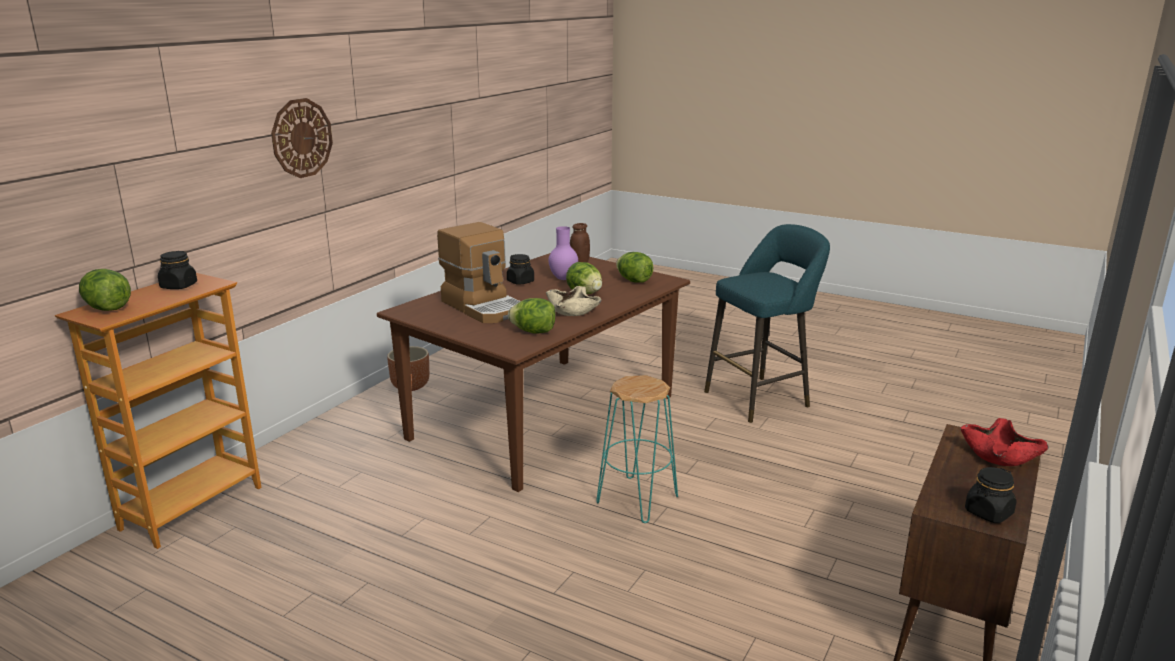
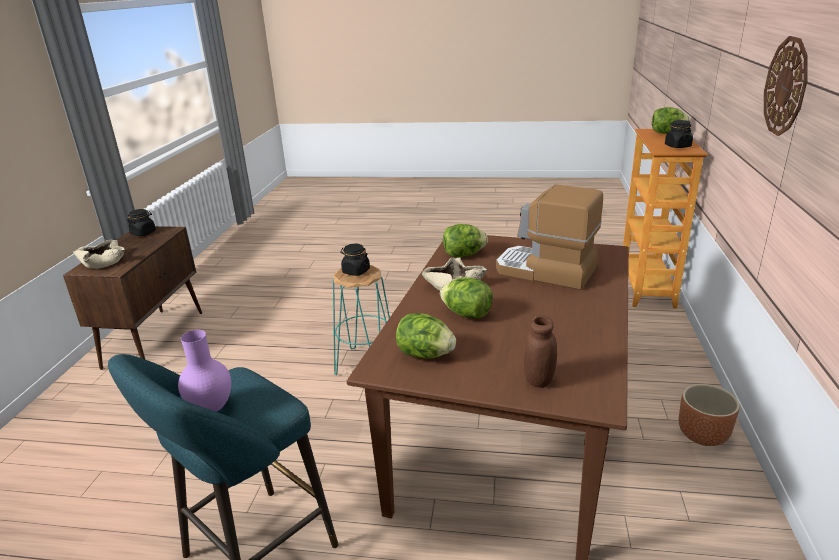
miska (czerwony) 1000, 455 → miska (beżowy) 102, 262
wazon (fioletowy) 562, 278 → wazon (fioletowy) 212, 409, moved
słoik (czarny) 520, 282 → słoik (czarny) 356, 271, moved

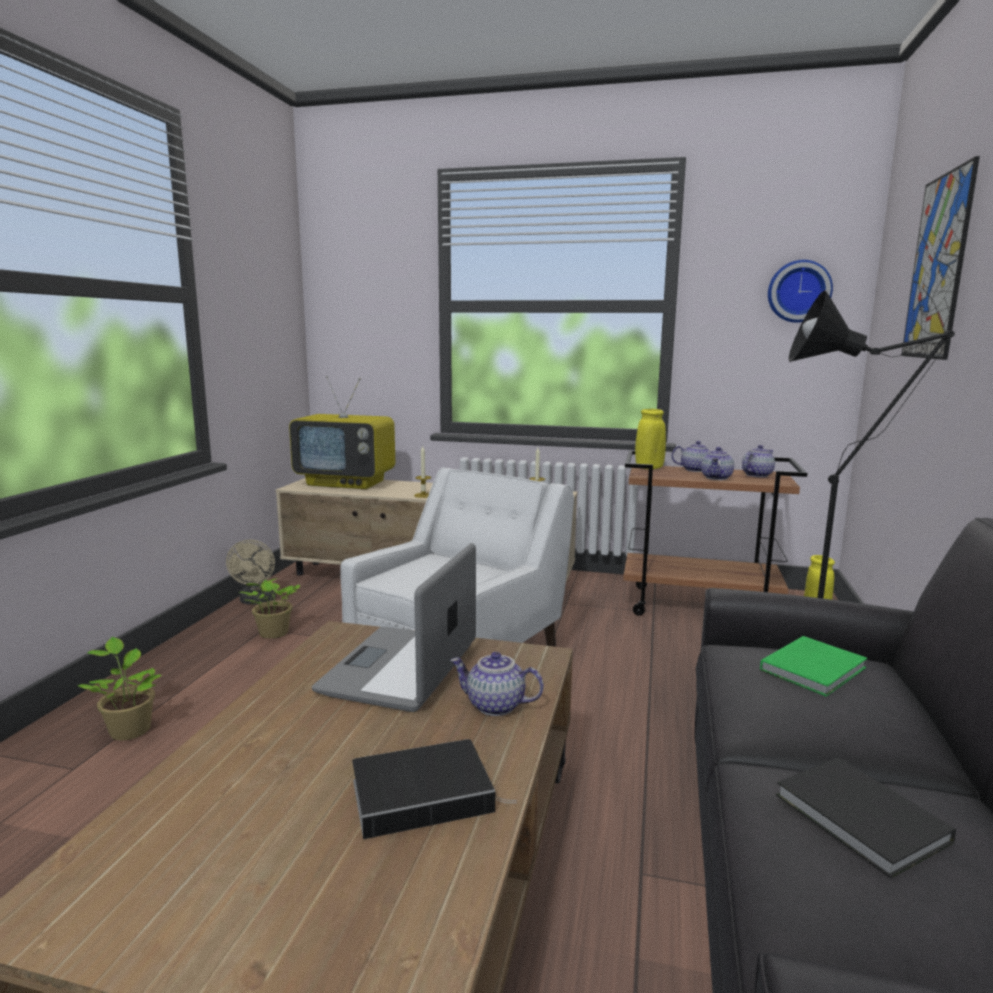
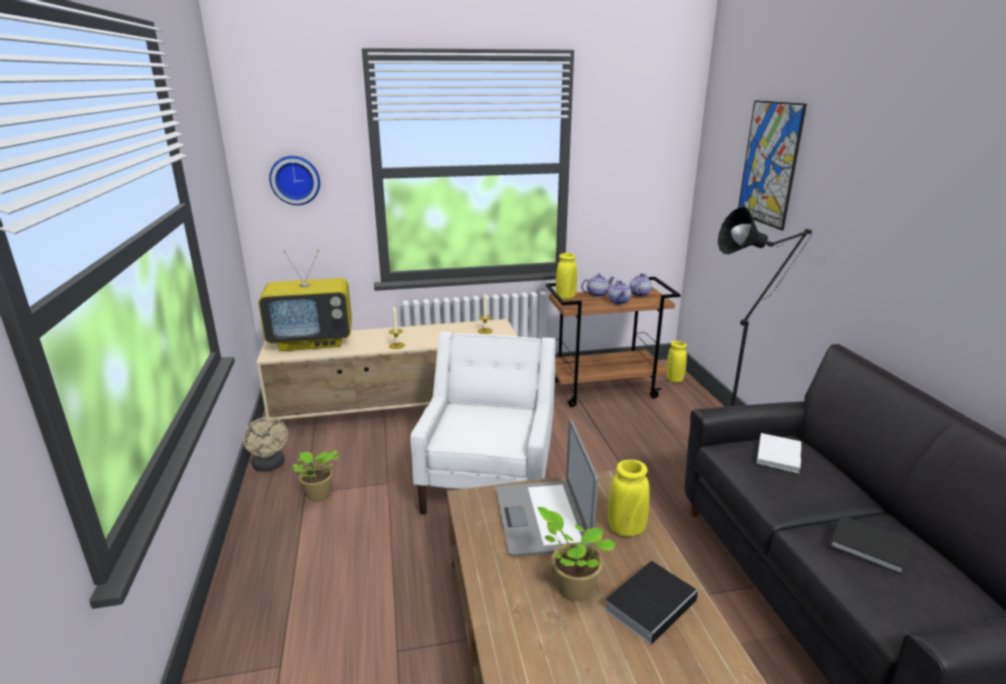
zegar ścienny 798, 291 → zegar ścienny 295, 180, moved
roślina doniczkowa 129, 729 → roślina doniczkowa 572, 587, moved
imbryk 494, 706 → wazon (żółty) 626, 529
książka (zielony) 815, 669 → książka (biały) 779, 454

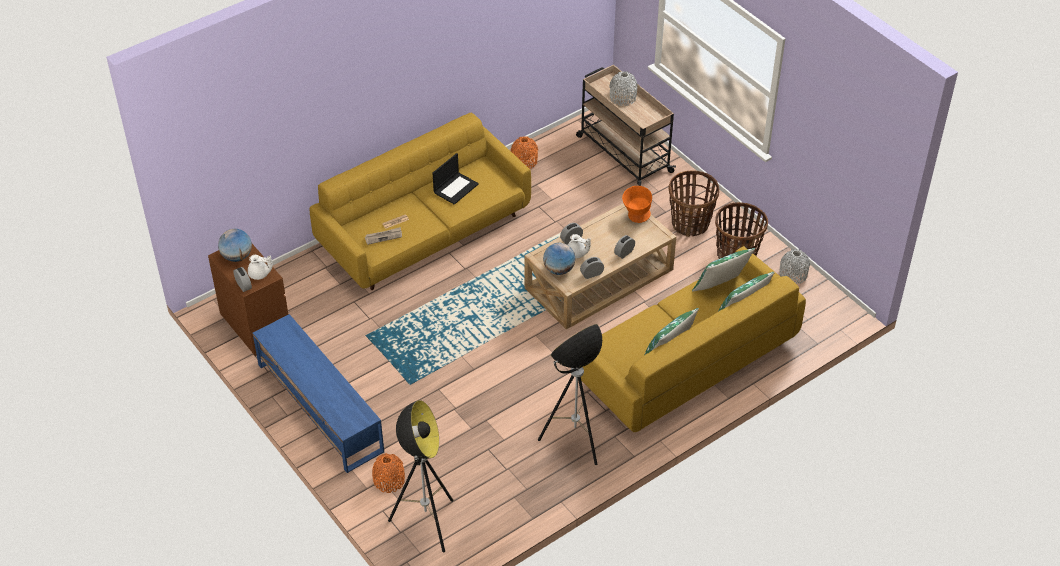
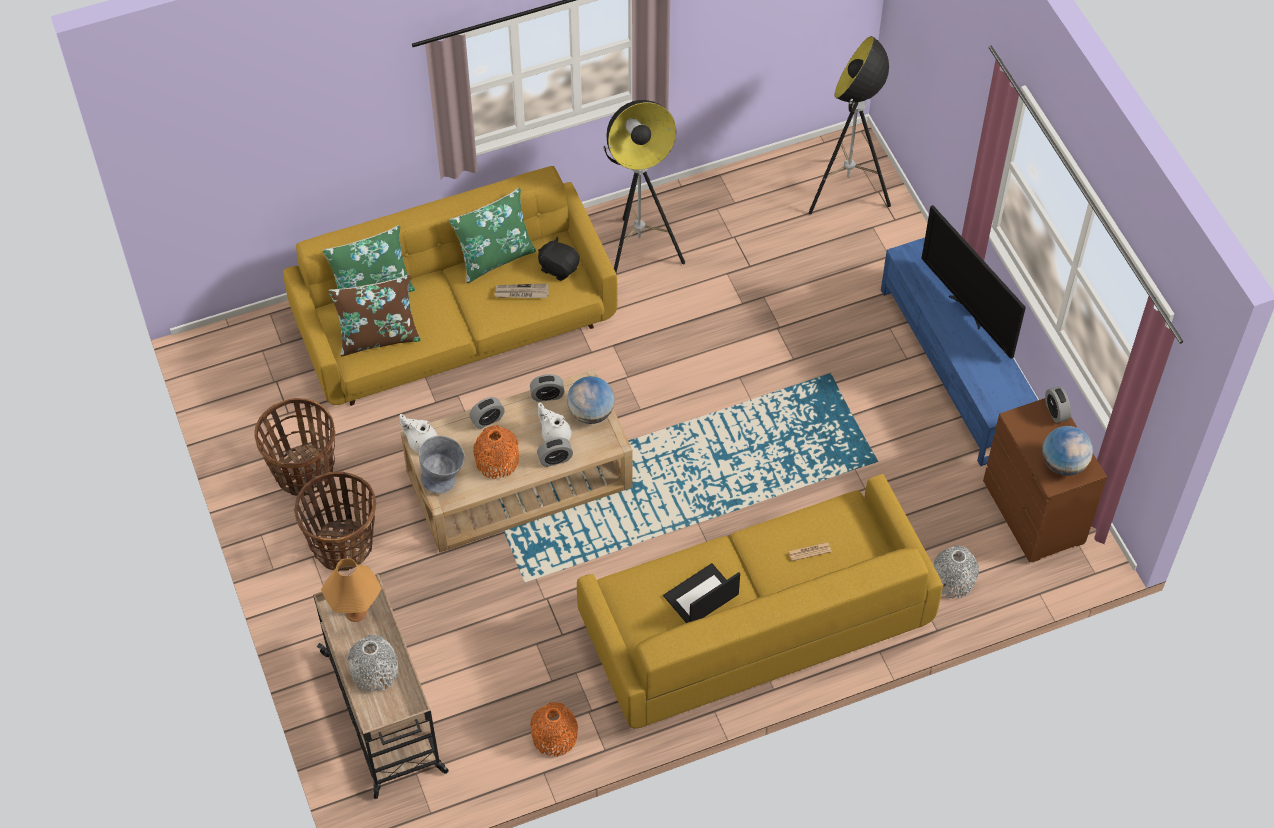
- → lampa stołowa (pomarańczowy) 356, 612
poduszka (zielony) 721, 287 → poduszka (brązowy) 378, 337
imbryk (biały) 260, 274 → imbryk (biały) 421, 442, moved
miska (pomarańczowy) 636, 217 → miska (szary) 444, 478
wazon (pomarańczowy) 389, 480 → wazon (pomarańczowy) 497, 461, moved
gazeta 383, 236 → gazeta 521, 293, moved
- → pluszak (czarny) 559, 267
- → telewizor 968, 310
wazon (szary) 793, 275 → wazon (szary) 953, 580, moved

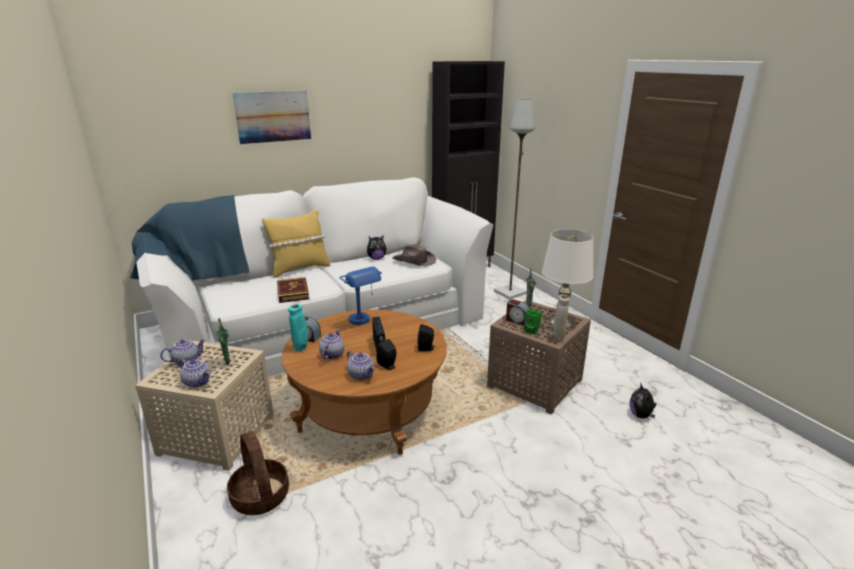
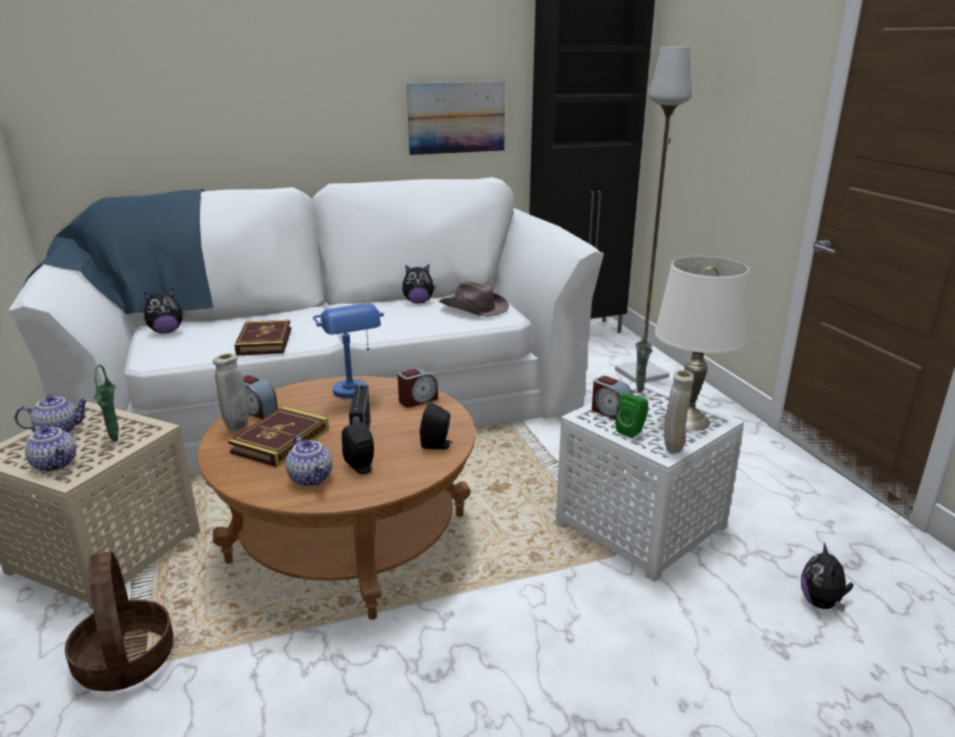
- → pluszak 166, 331
wazon (turkusowy) 301, 349 → wazon (beżowy) 237, 428
imbryk 331, 354 → książka 280, 441
- → budzik 417, 400
obraz 273, 116 → obraz 456, 118, moved
stolik (brązowy) 536, 383 → stolik (biały) 643, 524
poduszka (żółty) 299, 268 → -

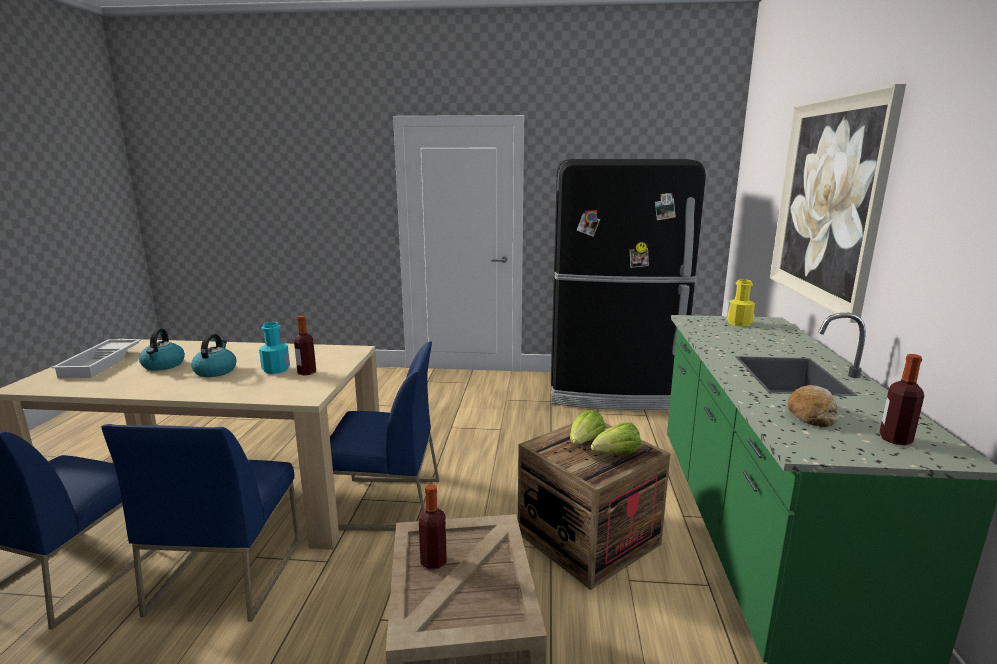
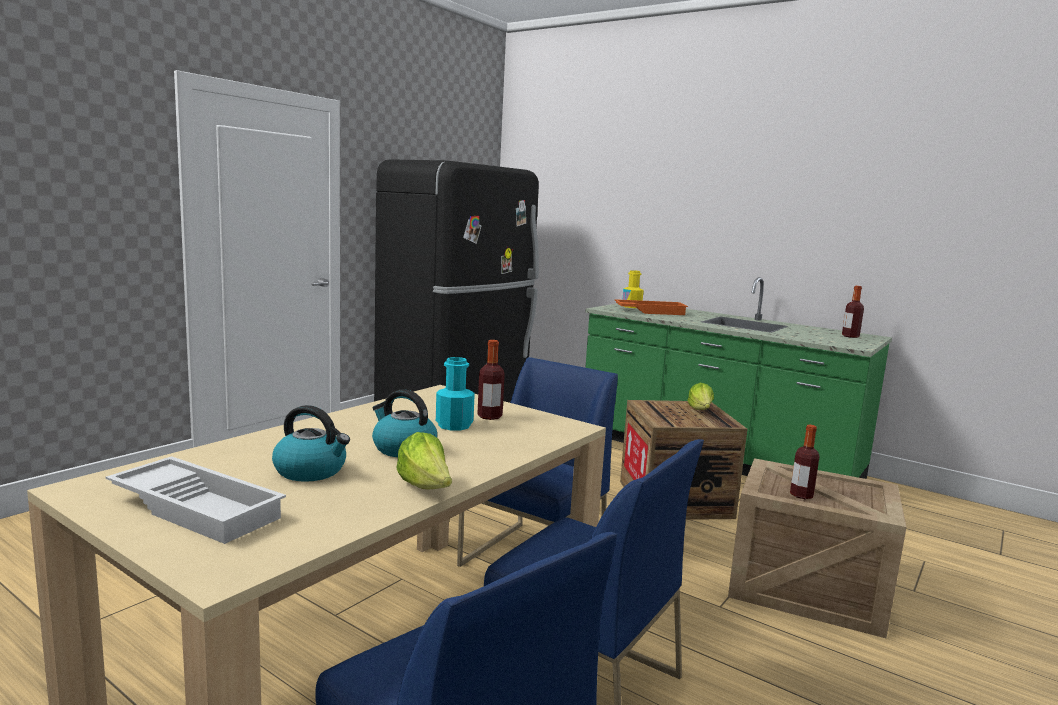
sałata 585, 443 → sałata 426, 488, moved
- → taca (pomarańczowy) 650, 311
obraz 828, 201 → -
chleb 811, 414 → -

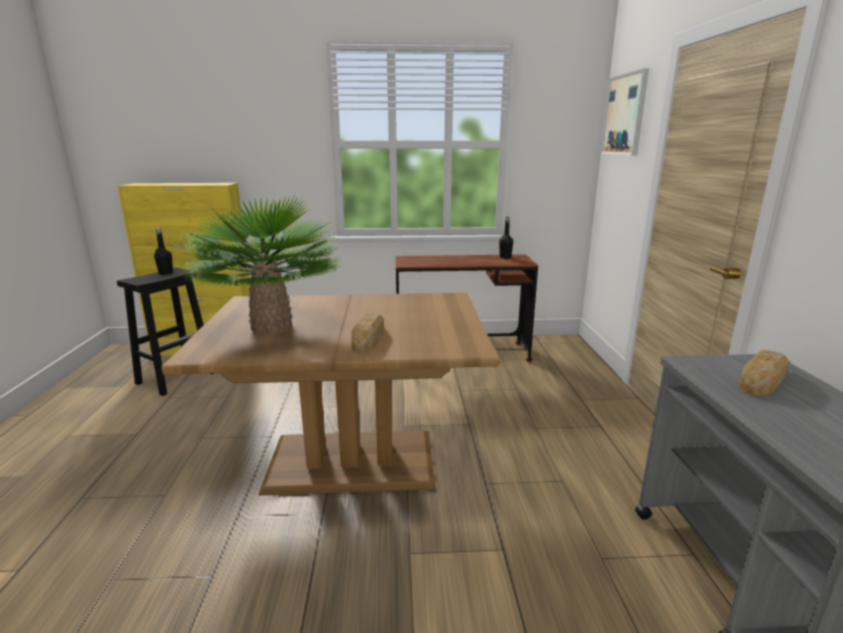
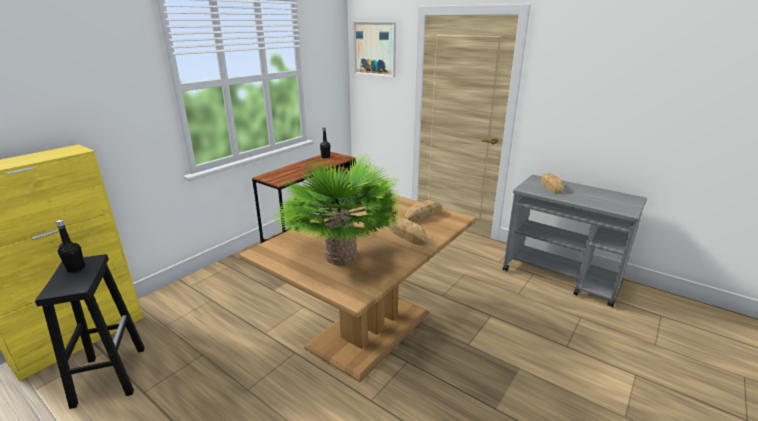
- → chleb 423, 215

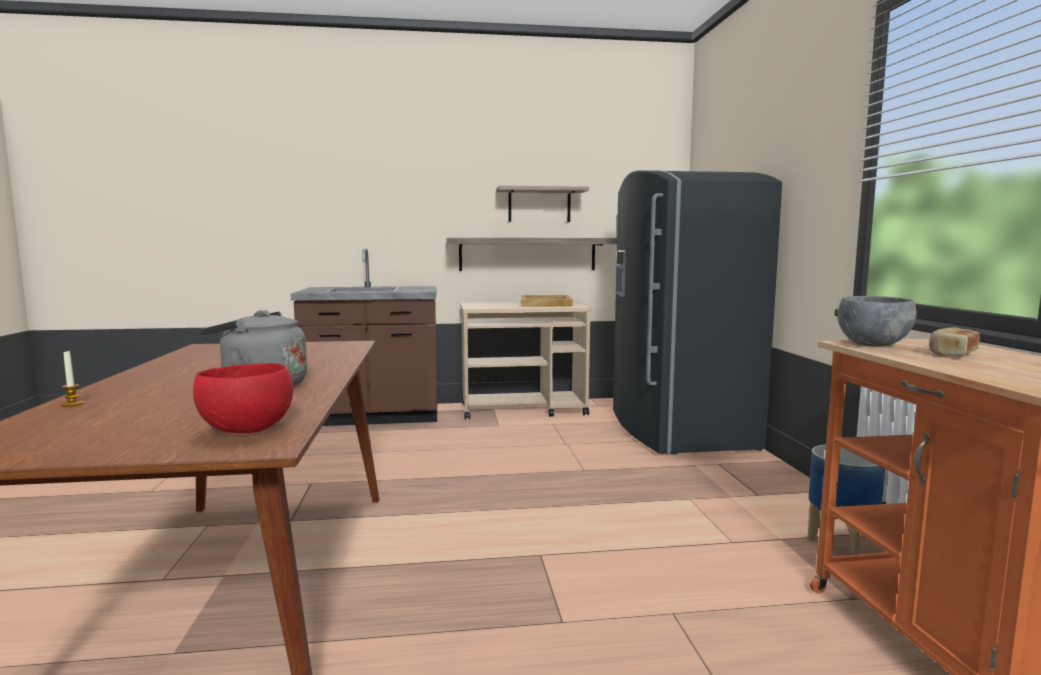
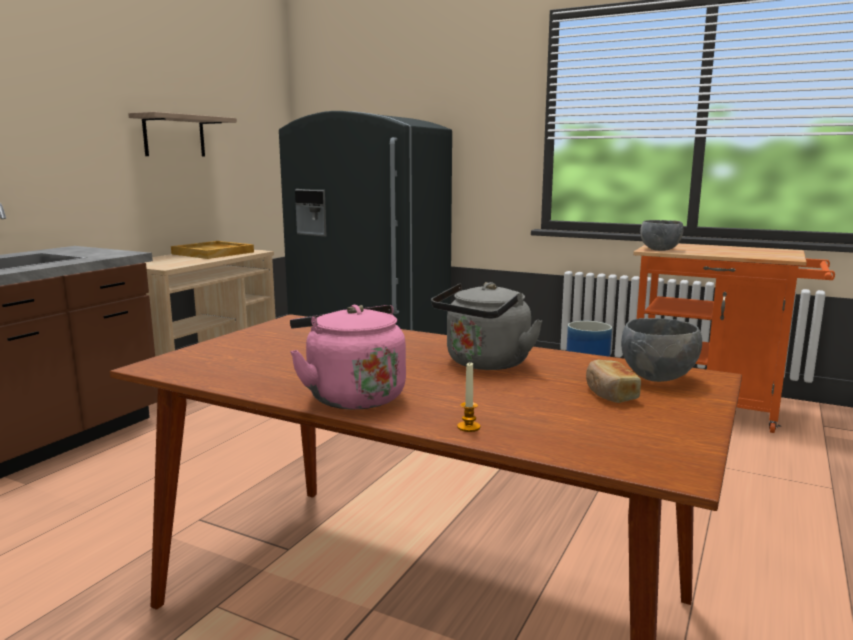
- → czajnik (różowy) 352, 396
chleb 951, 354 → chleb 610, 394, moved
miska (czerwony) 248, 431 → miska (szary) 658, 377
półka 527, 254 → -

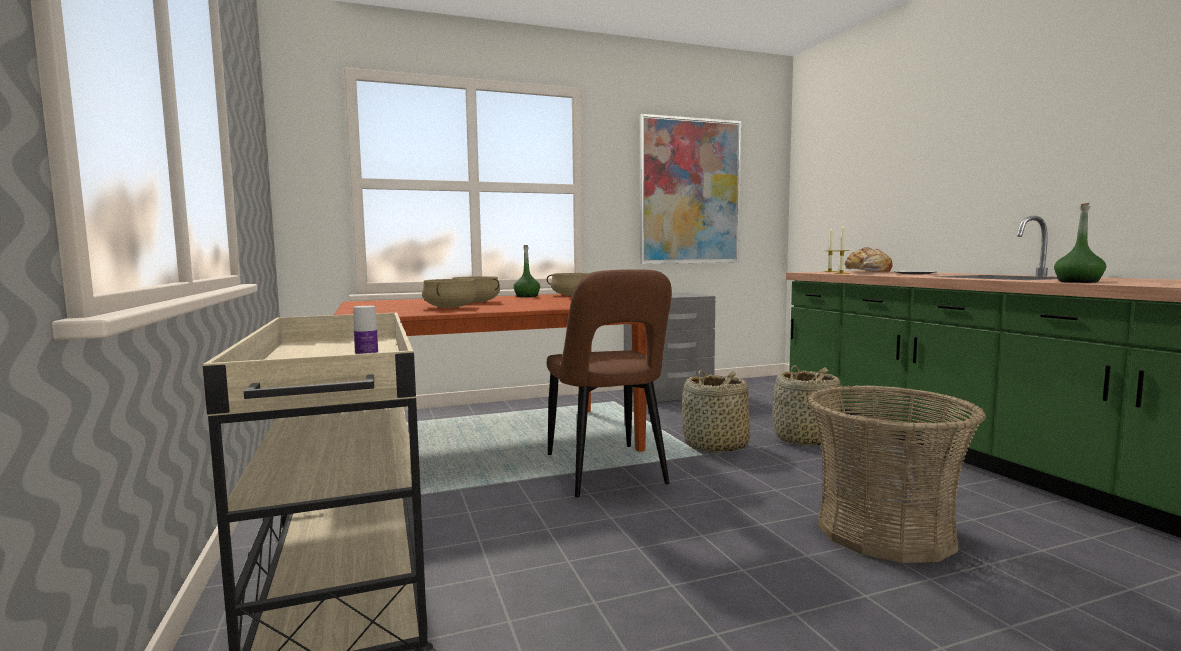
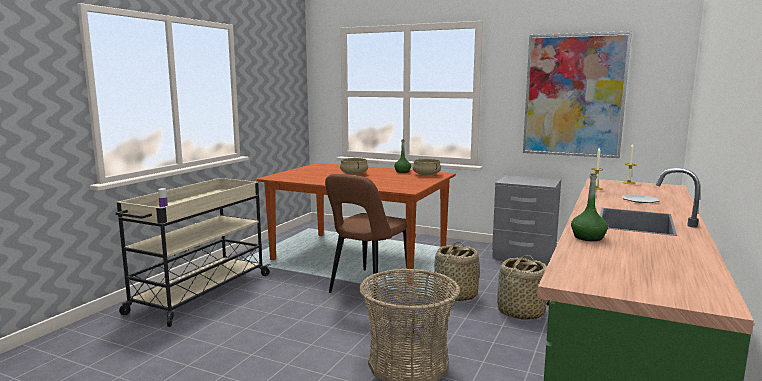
garnek (beżowy) 450, 307 → -
chleb 867, 271 → -

